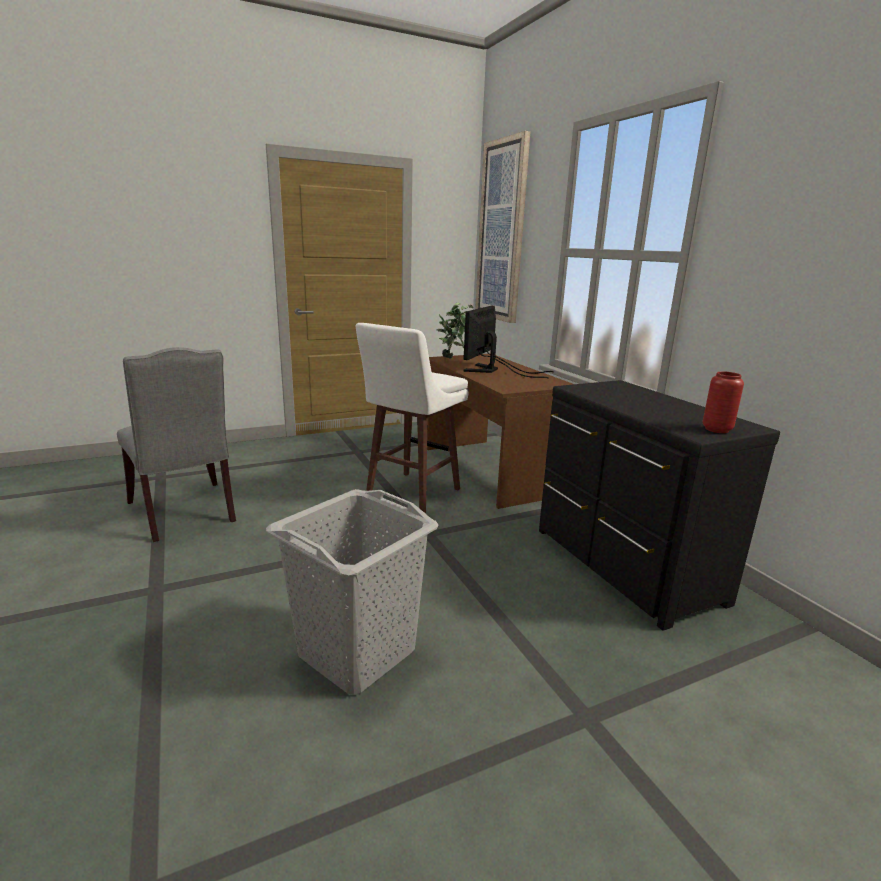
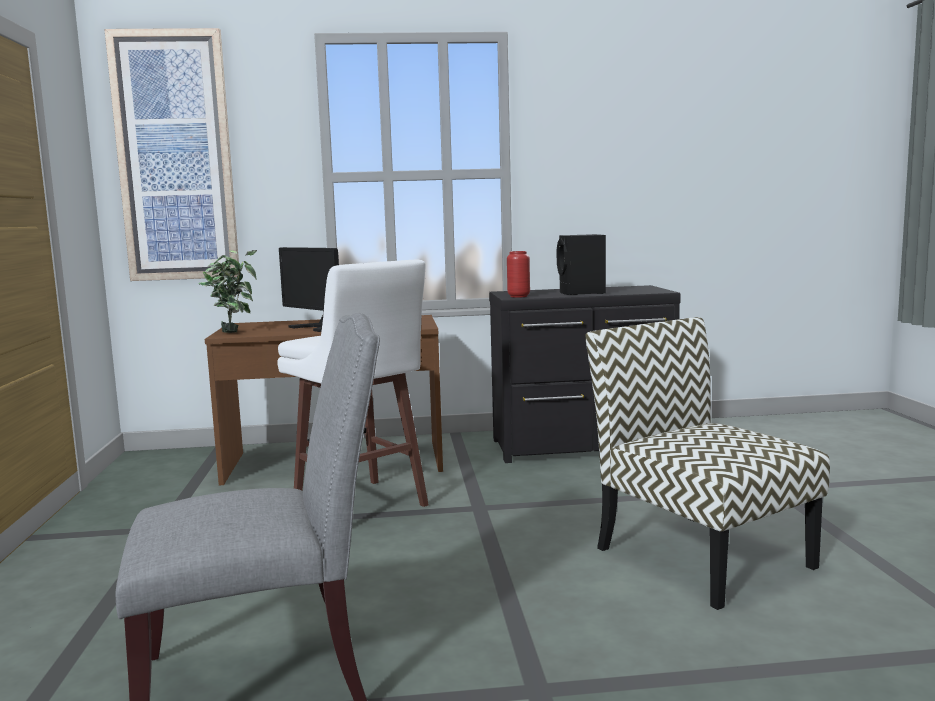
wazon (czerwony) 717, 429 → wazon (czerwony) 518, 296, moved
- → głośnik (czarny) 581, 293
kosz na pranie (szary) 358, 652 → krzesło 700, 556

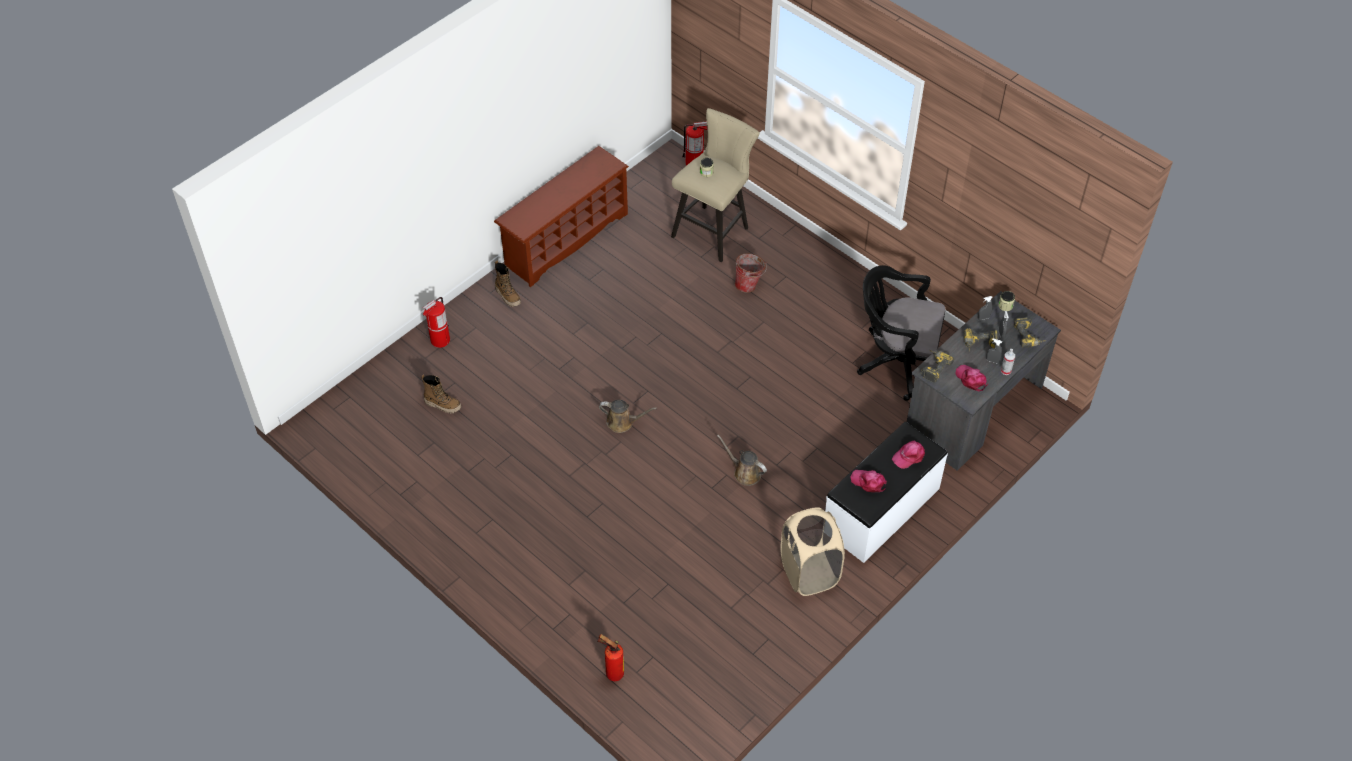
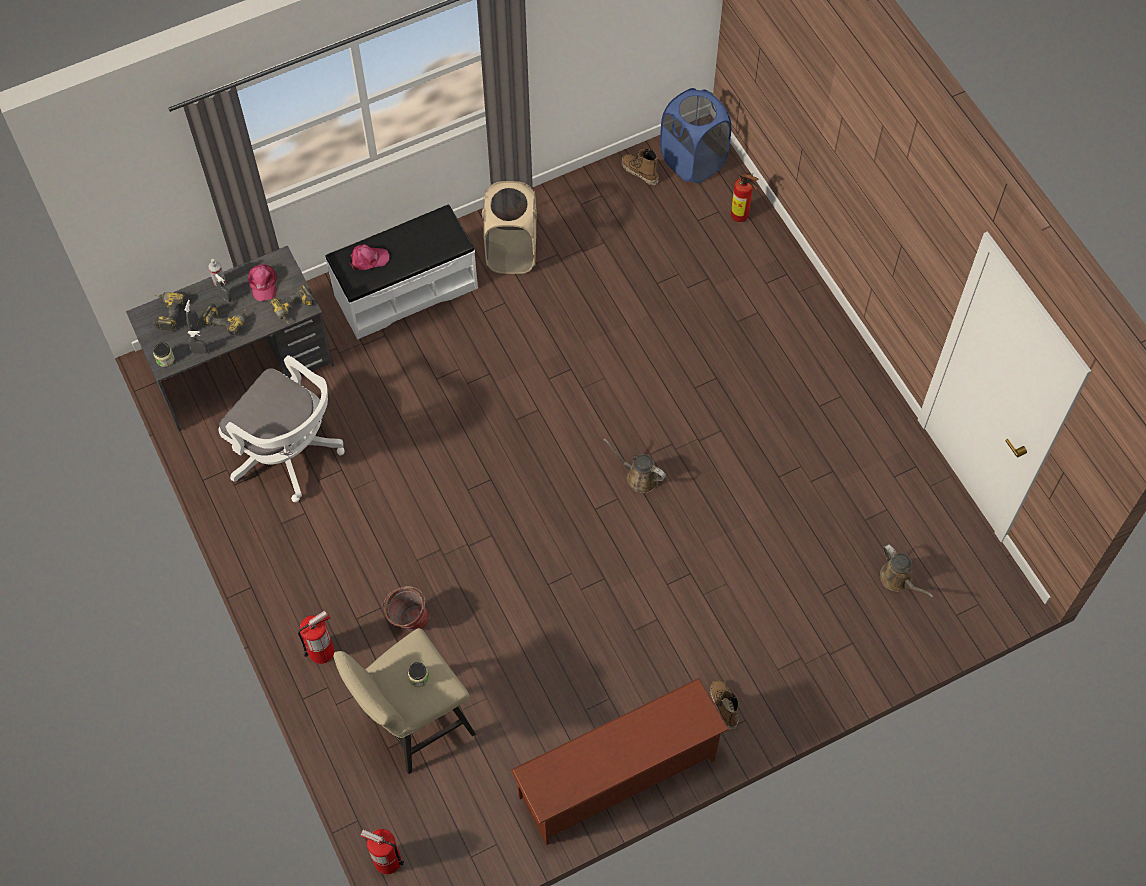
krzesło biurowe (czarny) 897, 362 → krzesło biurowe (biały) 290, 454
gaśnica 440, 340 → gaśnica 321, 651, moved
but z cholewką 443, 405 → but z cholewką 639, 173, moved
- → kosz na pranie (niebieski) 693, 161
konewka (brązowy) 744, 472 → konewka (brązowy) 898, 579, moved
czapka z daszkiem (różowy) 869, 482 → -

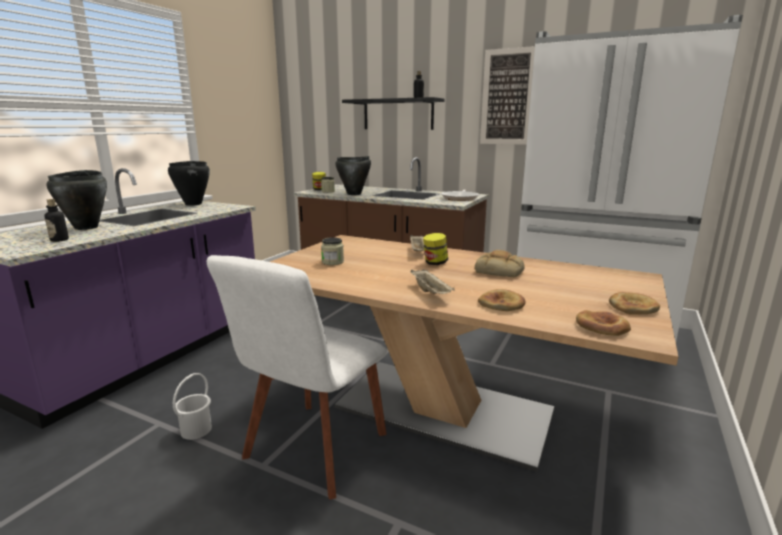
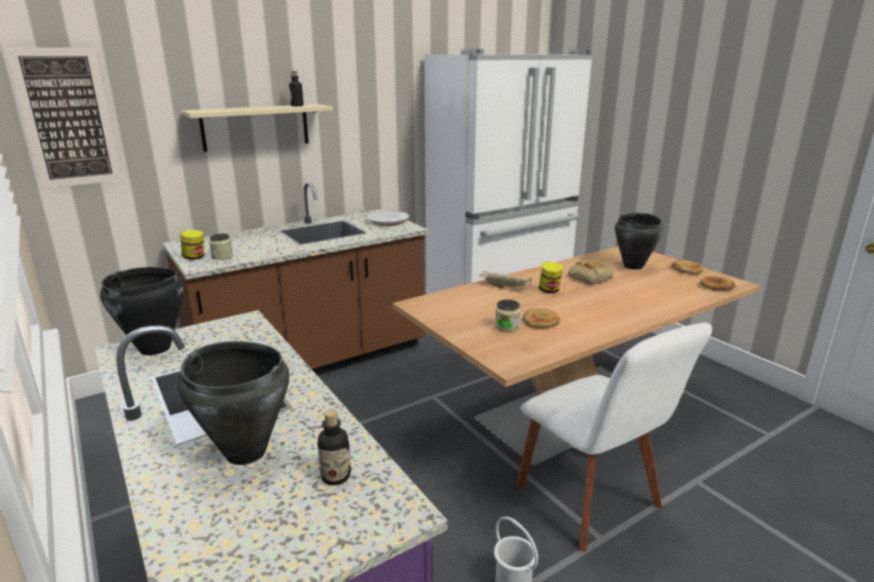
obraz 507, 97 → obraz 68, 118, moved
półka (czarny) 398, 114 → półka (beżowy) 255, 127
chleb 502, 304 → chleb 540, 321, moved
garnek (czarny) 354, 194 → garnek (czarny) 633, 266, moved
taca (beżowy) 431, 293 → -

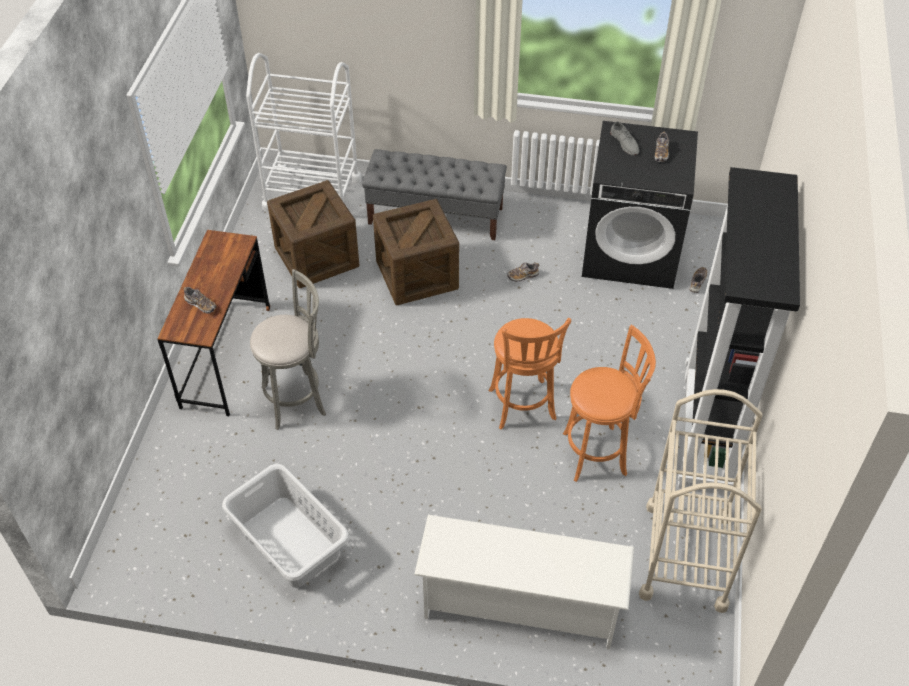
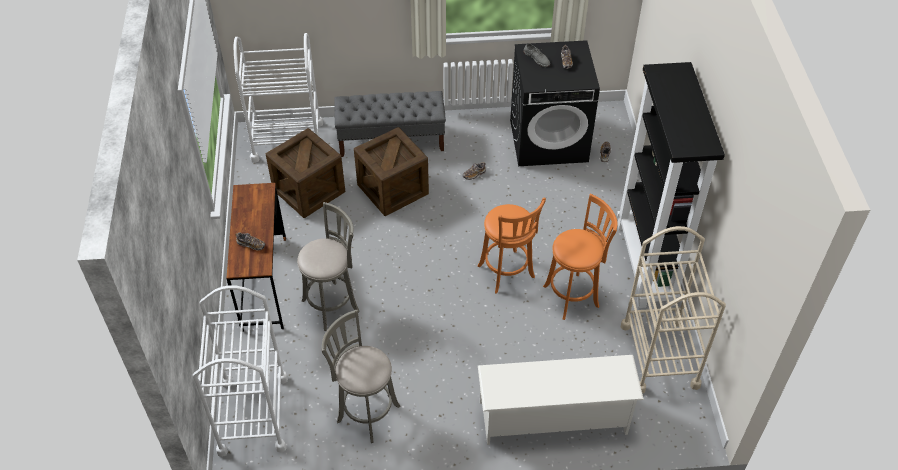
- → wózek (biały) 253, 415
kosz na pranie (szary) 290, 541 → stołek (szary) 365, 412

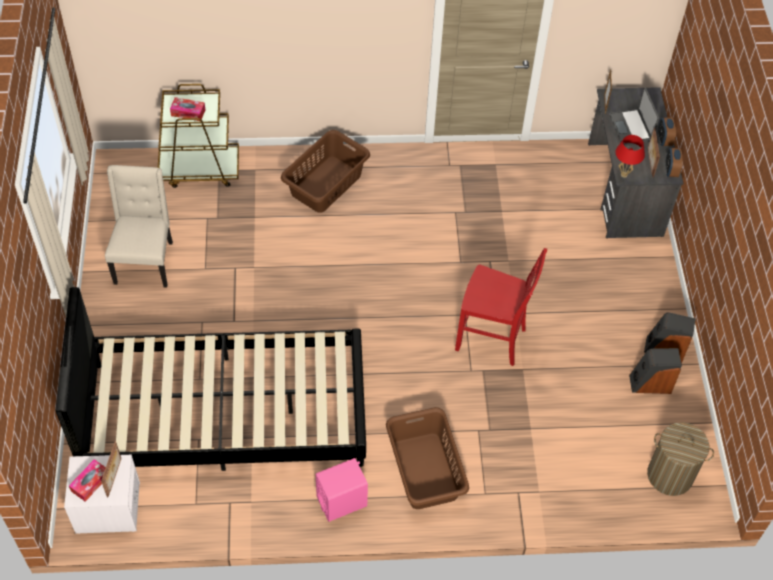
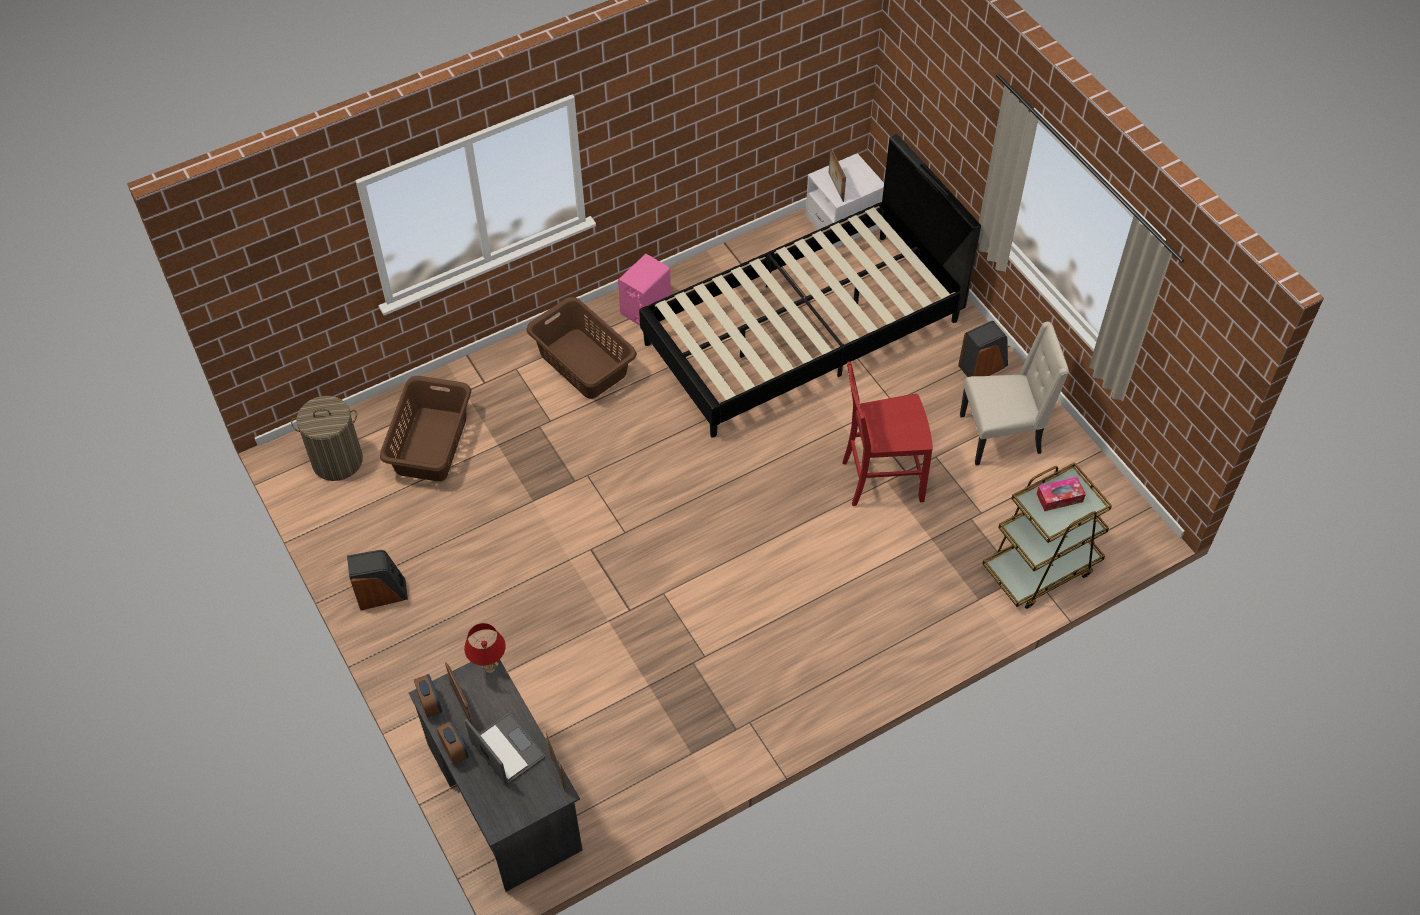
kosz na pranie (brązowy) 325, 184 → kosz na pranie (brązowy) 432, 444, moved
krzesło (czerwony) 492, 339 → krzesło (czerwony) 880, 479, moved
głośnik 650, 383 → głośnik 983, 366, moved
krzesło (beżowy) 145, 262 → krzesło (beżowy) 1002, 435, 75 degrees counterclockwise
pudełko chusteczek 90, 483 → -

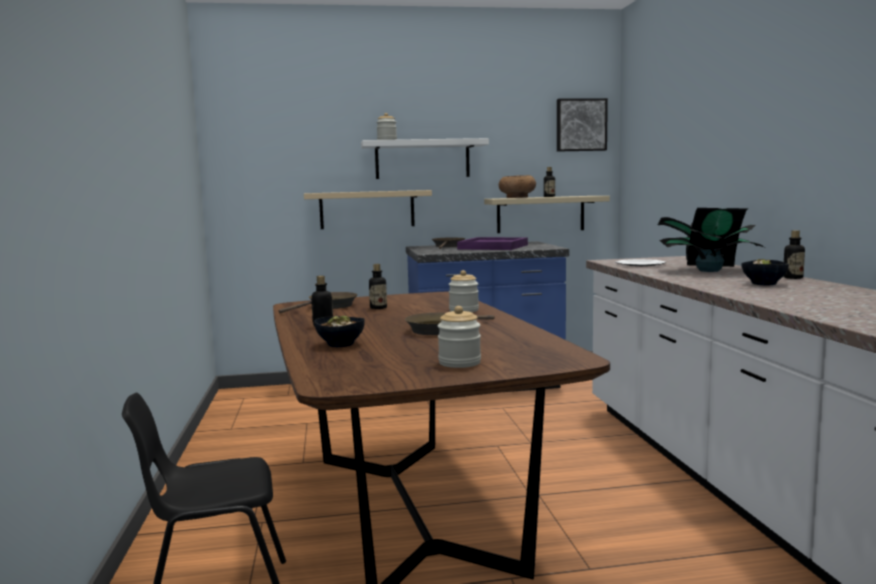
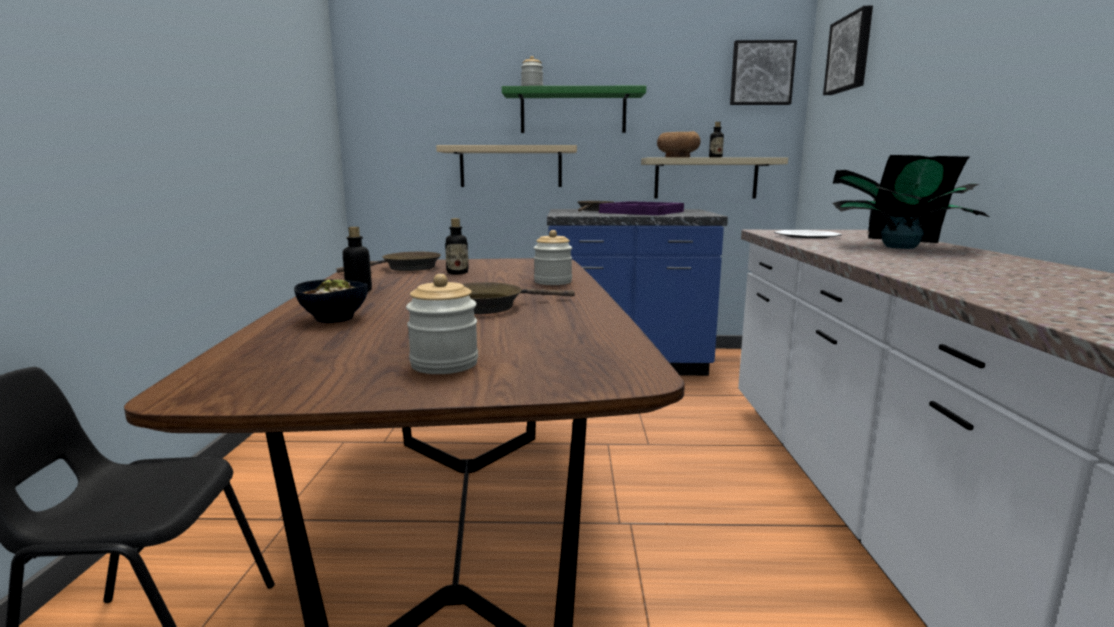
półka (biały) 422, 159 → półka (zielony) 573, 112
- → obraz 850, 53
miska 763, 284 → -
butelka 793, 278 → -

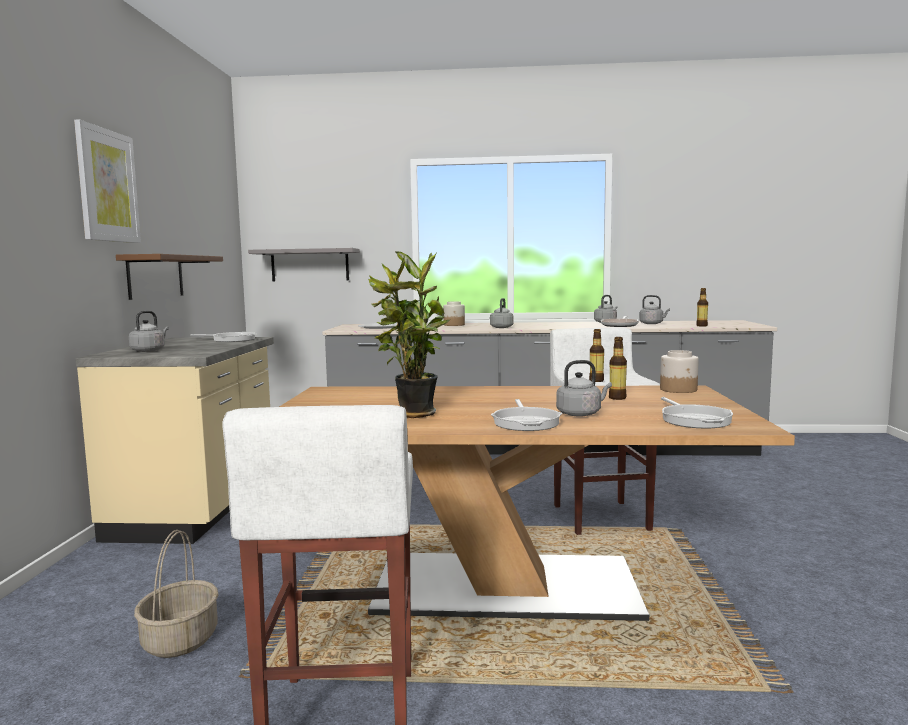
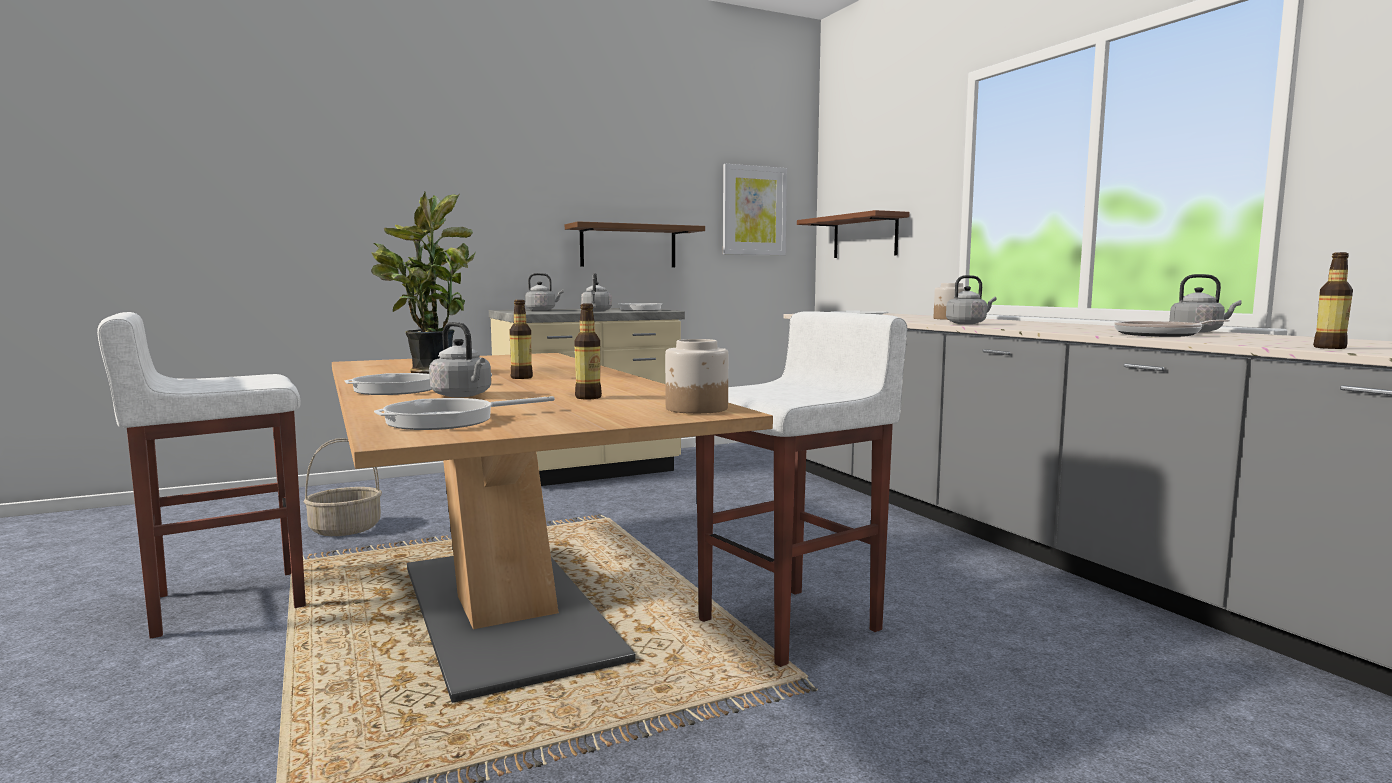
butelka 596, 380 → butelka 521, 377, moved
czajnik (szary) 652, 323 → czajnik (szary) 596, 311, moved
obraz 107, 186 → obraz 754, 210, moved
półka (szary) 310, 265 → półka (brązowy) 865, 236

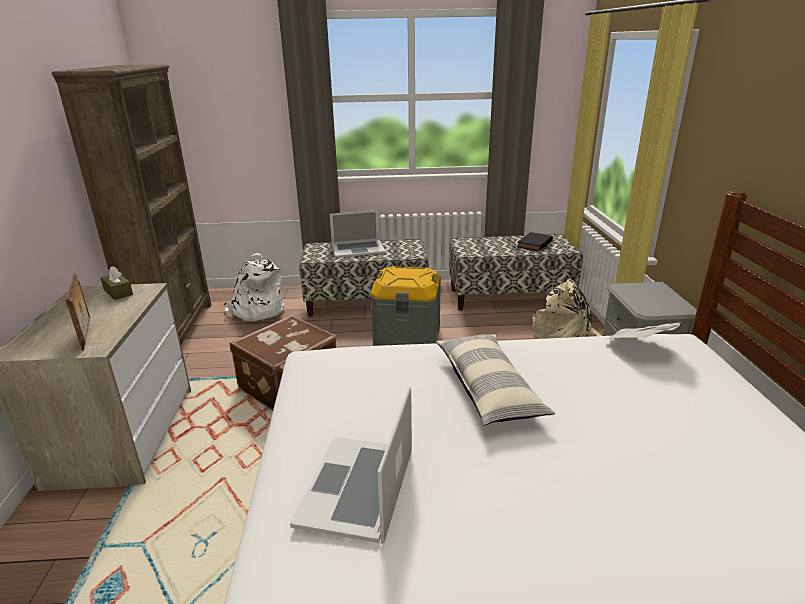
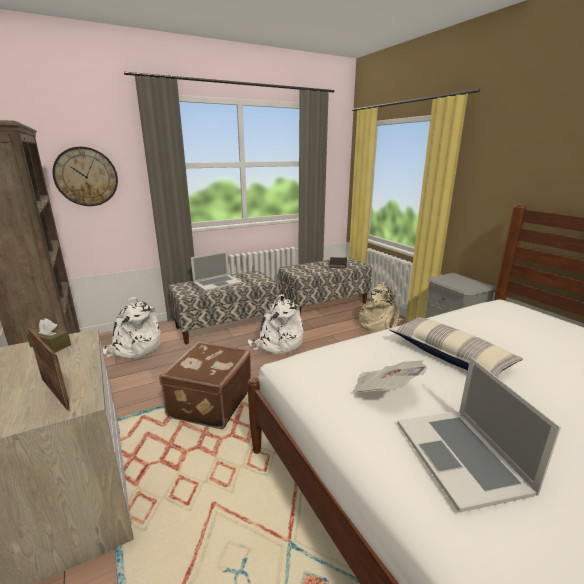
- → zegar ścienny 86, 177
pojemnik do przechowywania (szary) 407, 337 → plecak (biały) 277, 344
gazeta 638, 346 → gazeta 385, 391, moved

